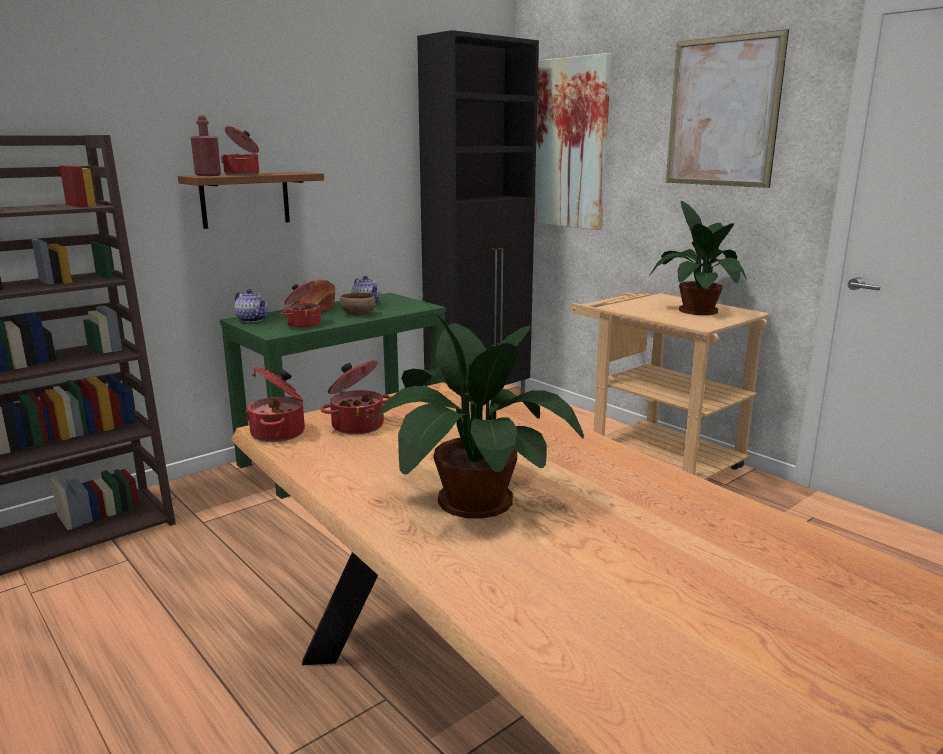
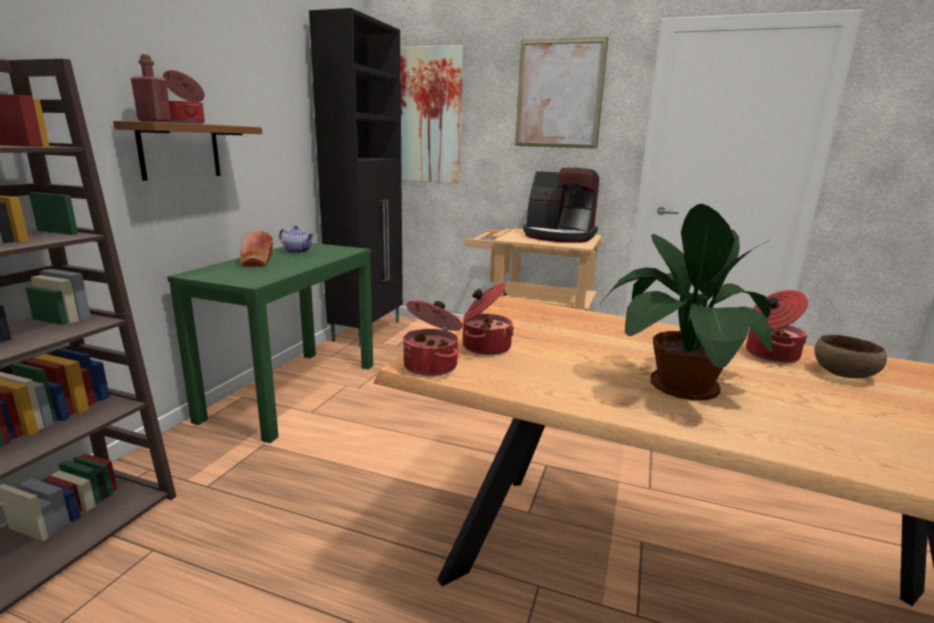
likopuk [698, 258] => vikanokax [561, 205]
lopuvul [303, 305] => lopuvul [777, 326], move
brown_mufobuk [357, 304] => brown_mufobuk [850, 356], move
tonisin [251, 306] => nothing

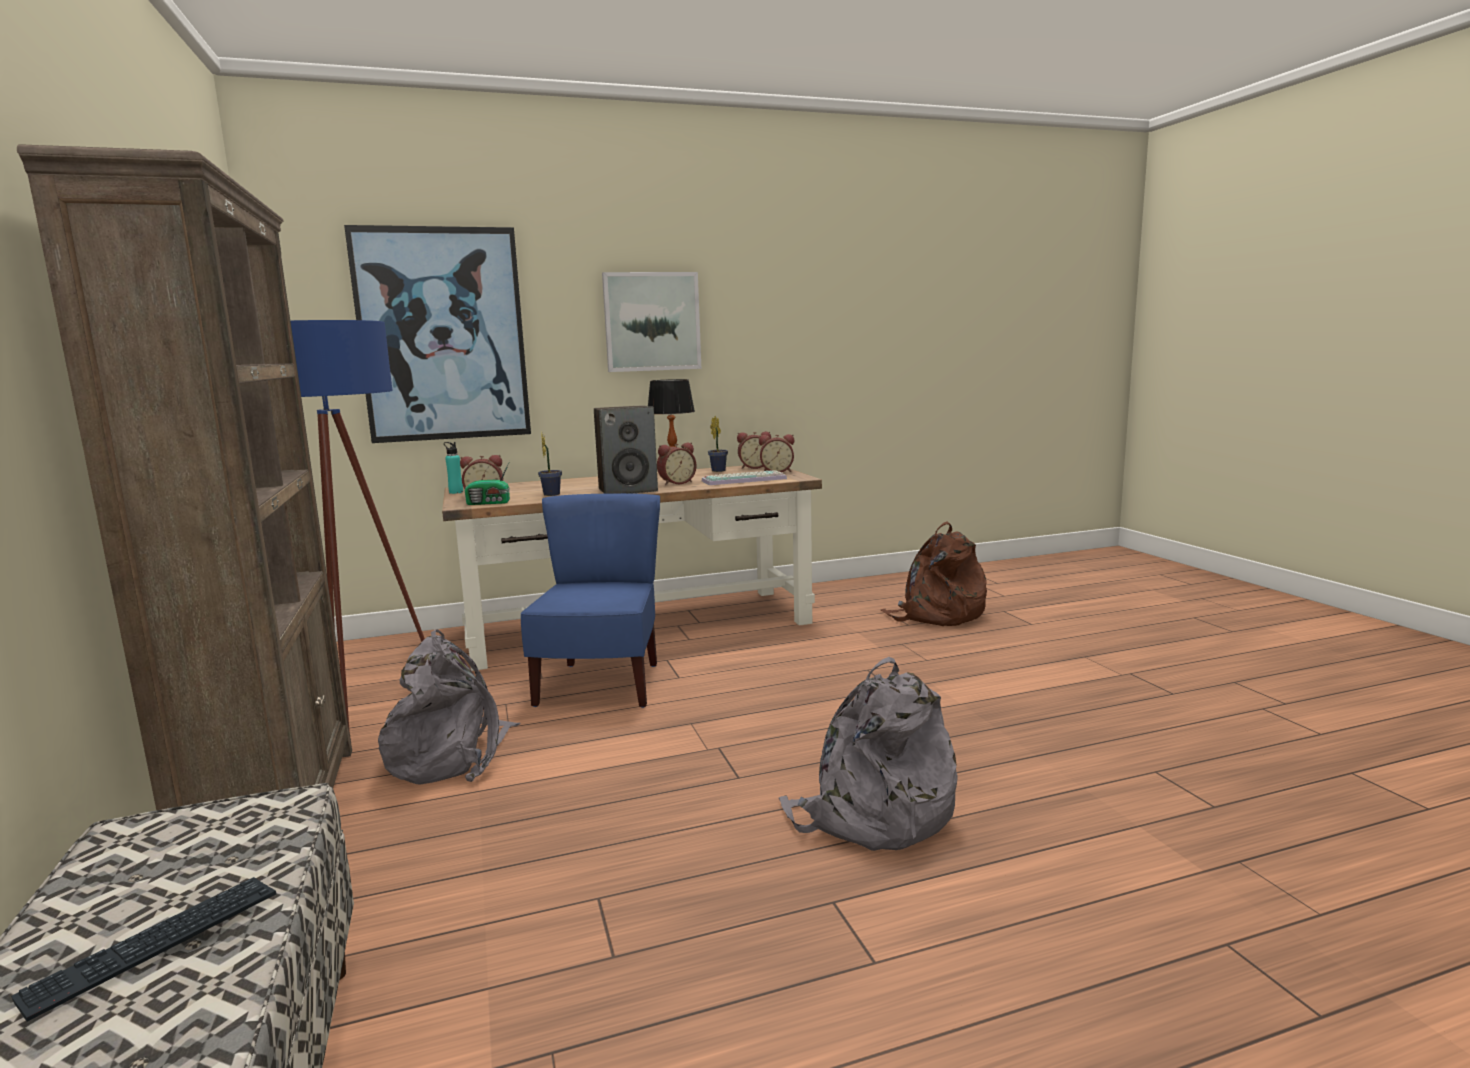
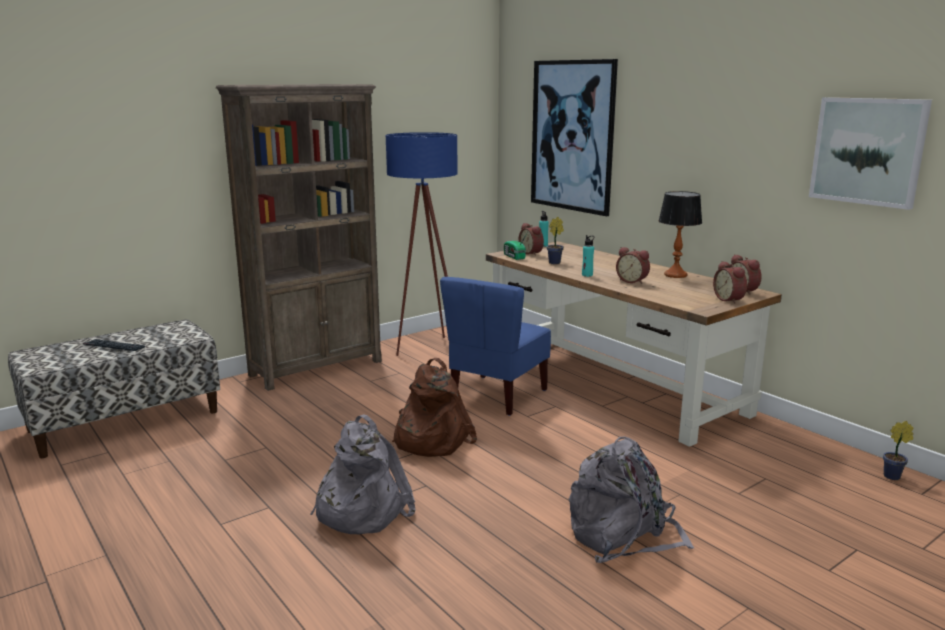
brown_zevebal [934, 574] => brown_zevebal [434, 407], move
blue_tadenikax [590, 600] => blue_tadenikax [495, 346], 135 degrees clockwise
grey_zevebal [449, 707] => grey_zevebal [631, 499], move
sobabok [626, 449] => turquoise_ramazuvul [588, 256]
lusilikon [651, 322] => lusilikon [870, 153], move
likopuk [718, 444] => likopuk [898, 450], move
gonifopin [744, 477] => nothing

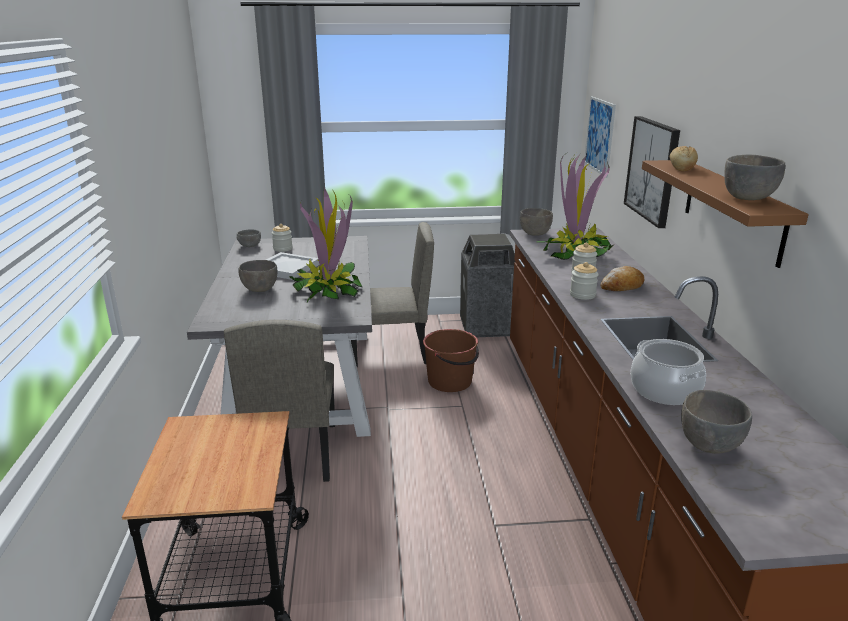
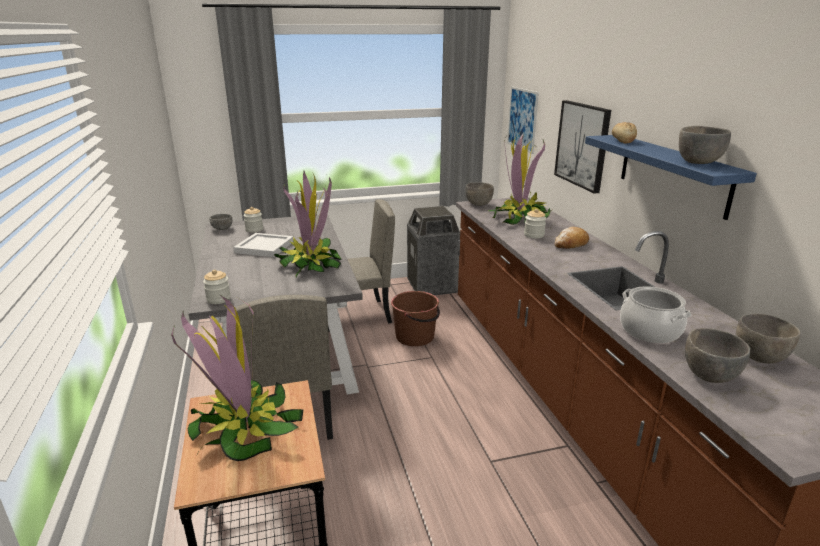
nothing => likopuk [237, 378]
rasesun [584, 281] => rasesun [217, 287], move
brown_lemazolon [725, 214] => blue_lemazolon [671, 177]
grey_mufobuk [257, 276] => grey_mufobuk [768, 338], move

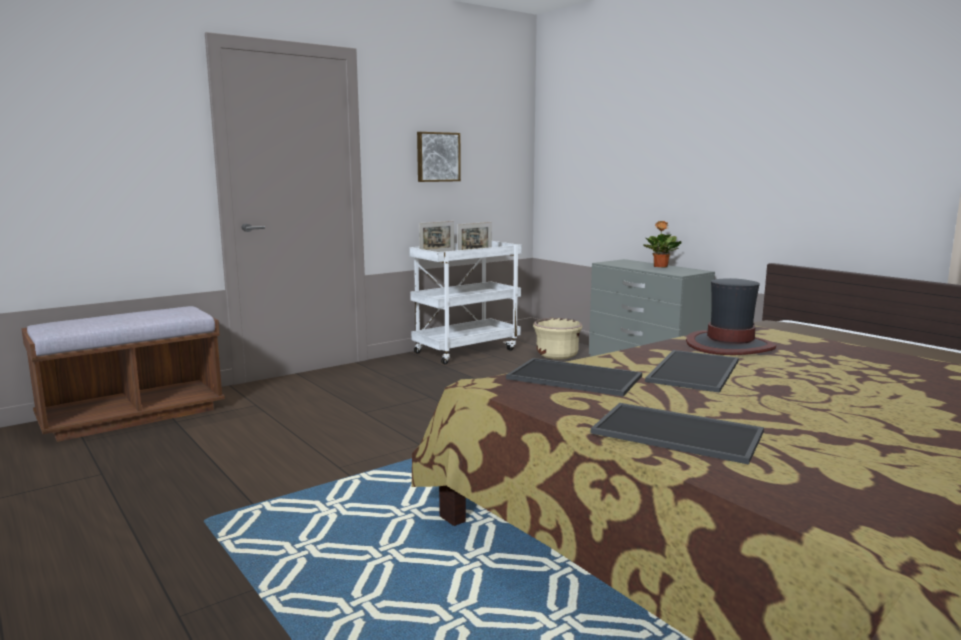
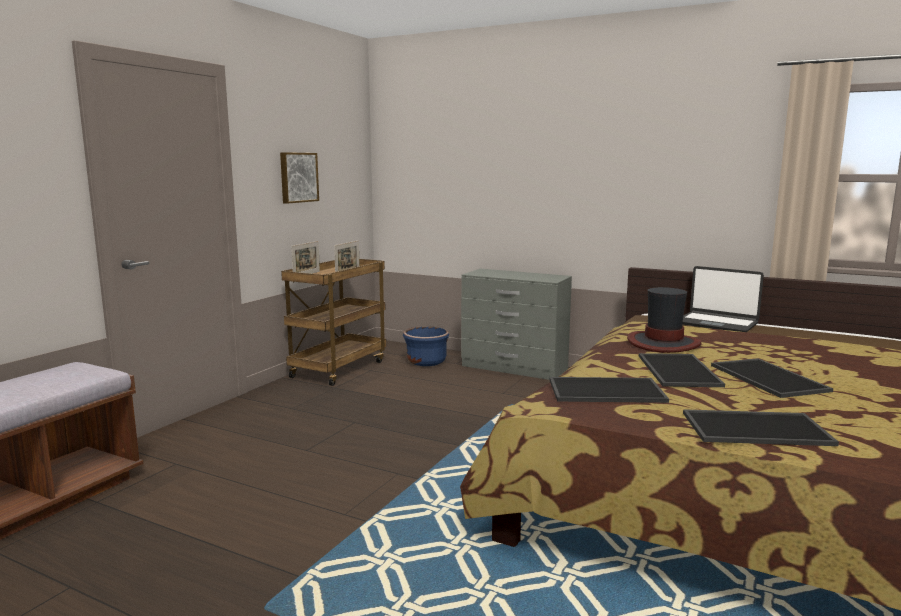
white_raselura [465, 302] => brown_raselura [333, 322]
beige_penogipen [557, 339] => blue_penogipen [426, 346]
nothing => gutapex [723, 299]
nothing => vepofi [772, 378]
likopuk [662, 244] => nothing

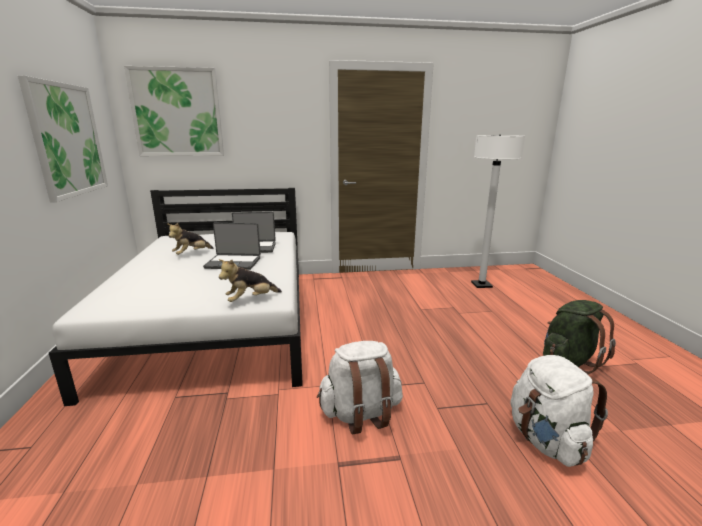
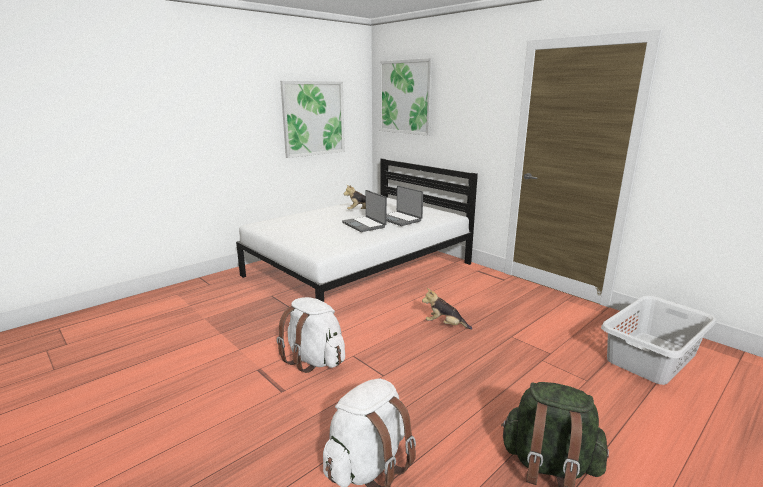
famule [250, 280] => famule [447, 309], move
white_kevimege [498, 211] => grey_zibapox [658, 340]

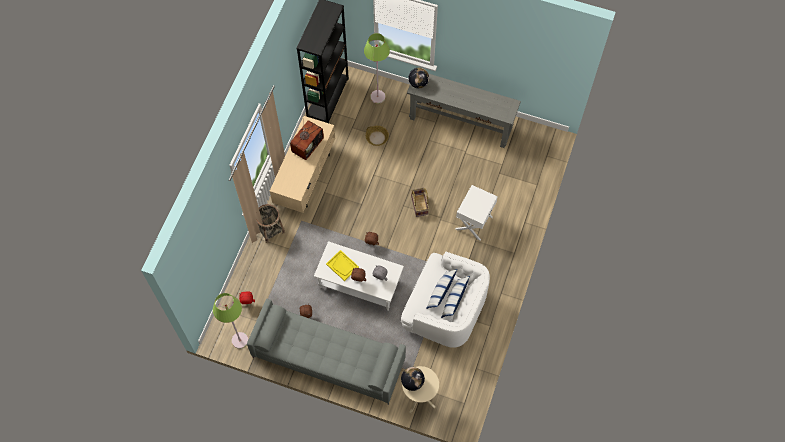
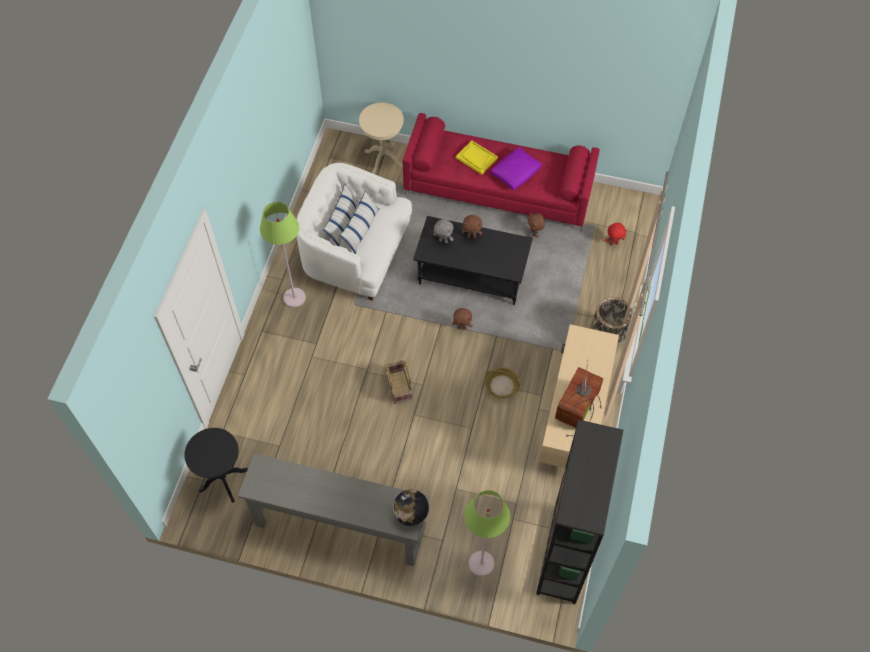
nothing => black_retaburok [216, 465]
green_kevimege [230, 321] => green_kevimege [283, 255], move
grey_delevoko [326, 352] => red_delevoko [501, 172]
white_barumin [359, 276] => black_barumin [473, 260]
yellow_vepofi [342, 265] => yellow_vepofi [477, 158], move
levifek [377, 136] => levifek [502, 383], move
nothing => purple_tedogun [516, 168]
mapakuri [413, 379] => nothing
white_retaburok [477, 213] => nothing

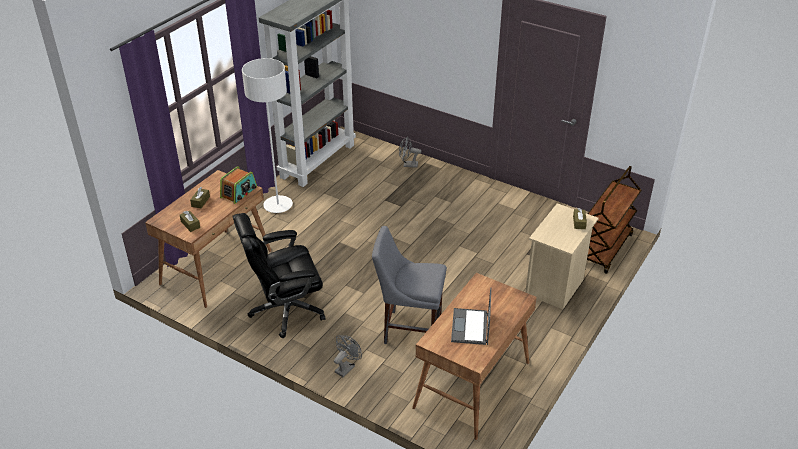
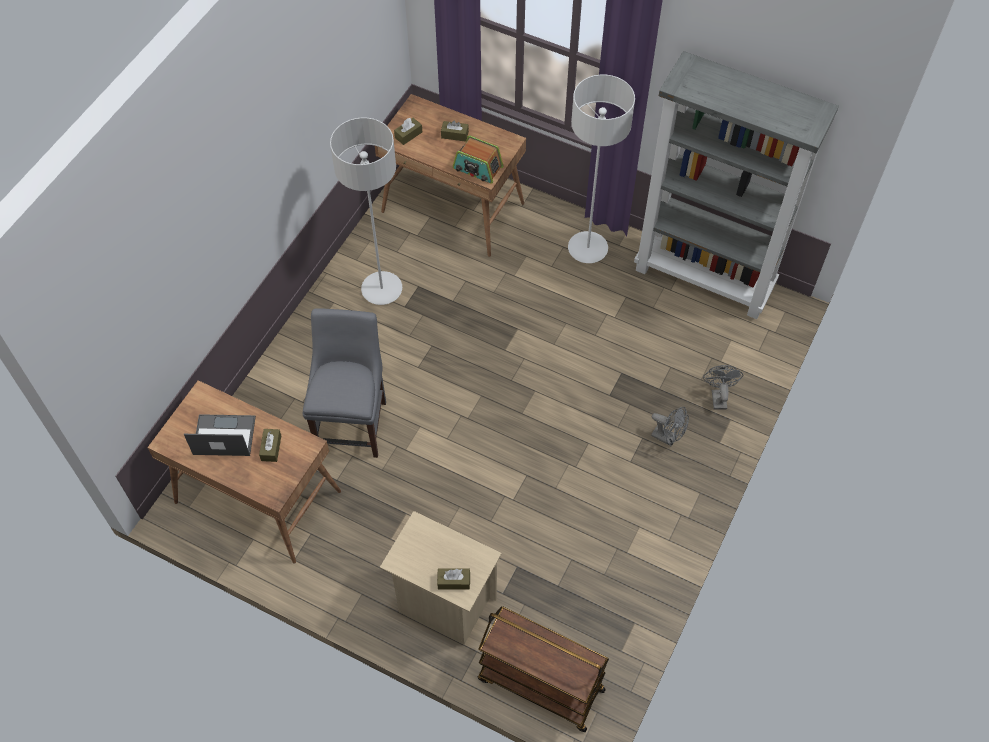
nothing => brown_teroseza [270, 445]
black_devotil [279, 275] => grey_kevimege [366, 211]
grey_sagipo [348, 356] => grey_sagipo [670, 426], move

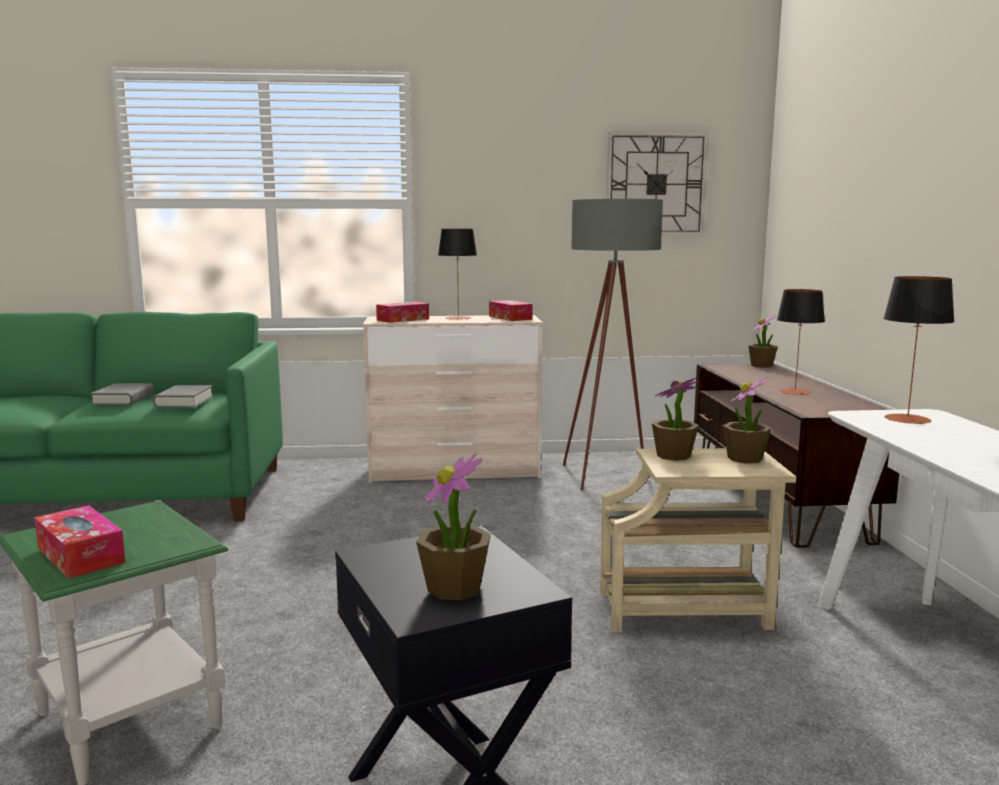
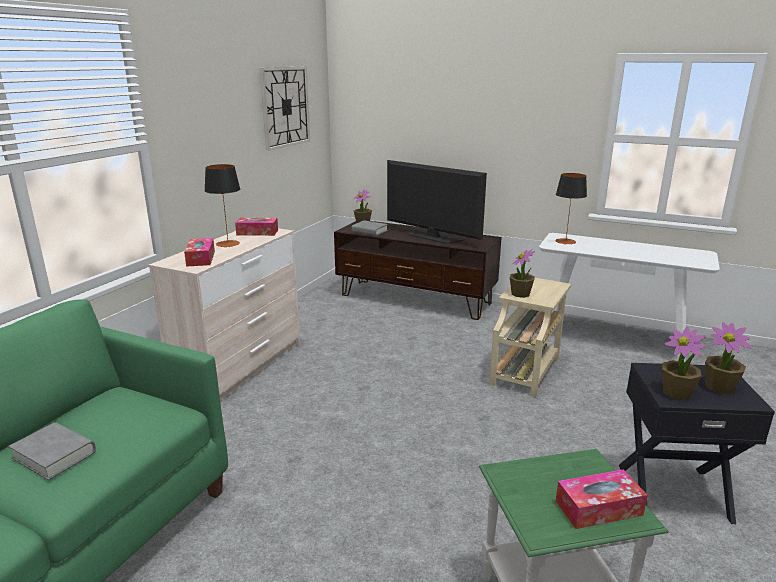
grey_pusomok [183, 396] => grey_pusomok [370, 228], move
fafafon [801, 342] => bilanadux [437, 202]
likopuk [747, 420] => likopuk [684, 363], move
grey_kevimege [613, 345] => nothing

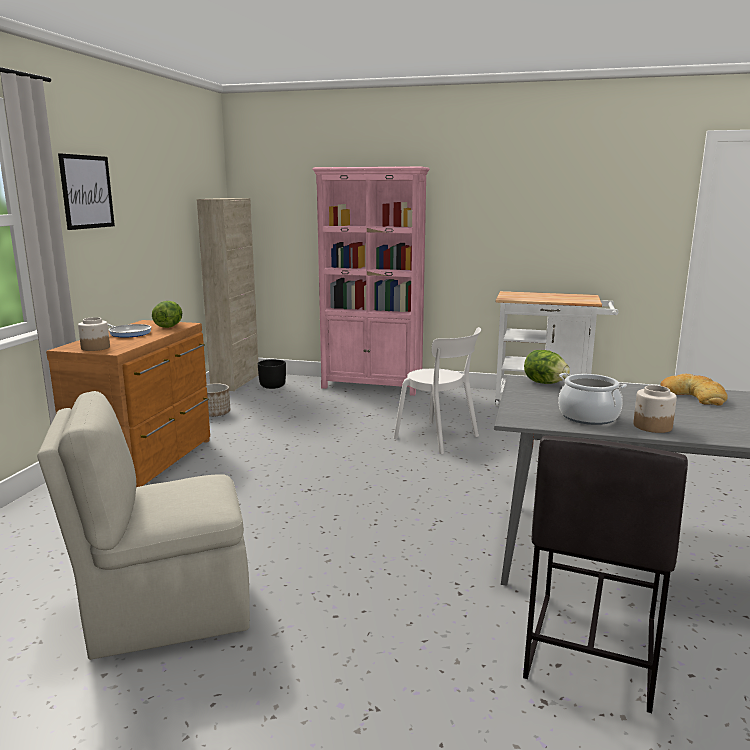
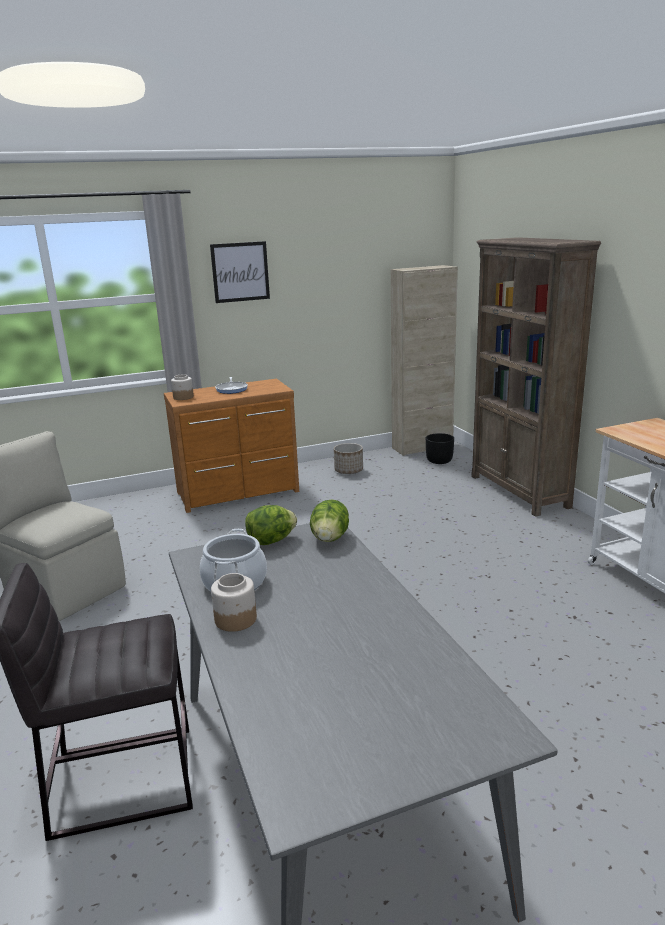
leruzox [167, 314] => leruzox [271, 525], move
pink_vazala [371, 281] => brown_vazala [536, 377]
white_tadenikax [437, 390] => nothing
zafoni [694, 390] => nothing

